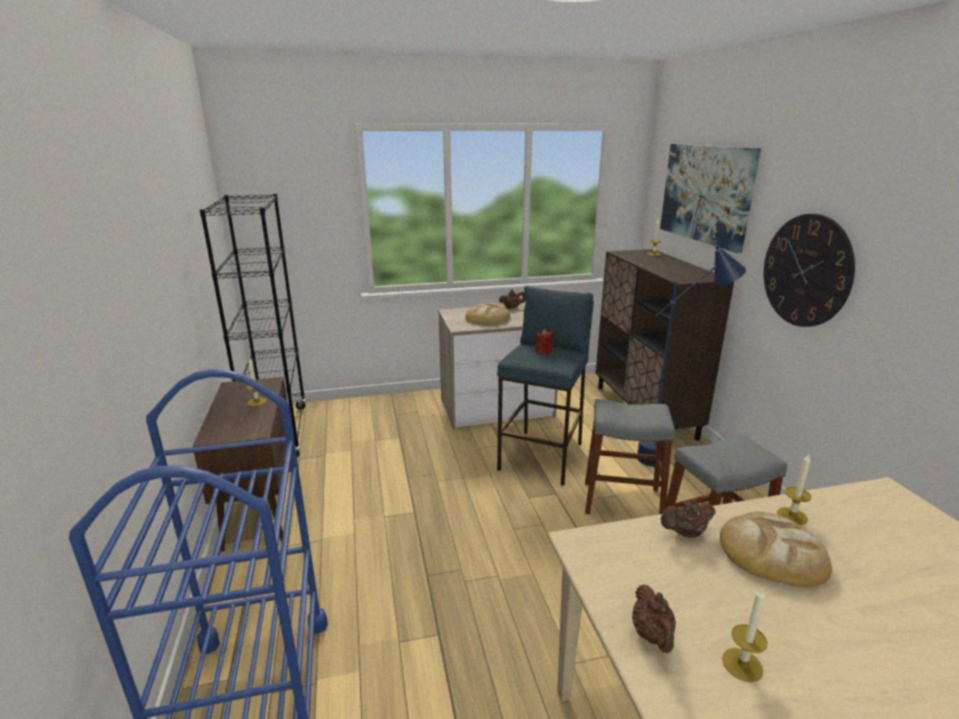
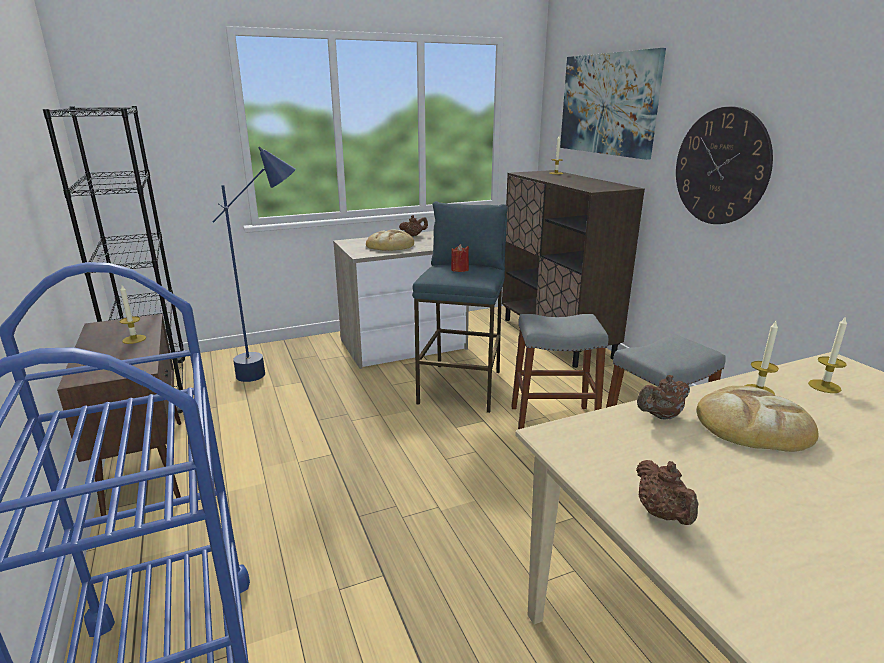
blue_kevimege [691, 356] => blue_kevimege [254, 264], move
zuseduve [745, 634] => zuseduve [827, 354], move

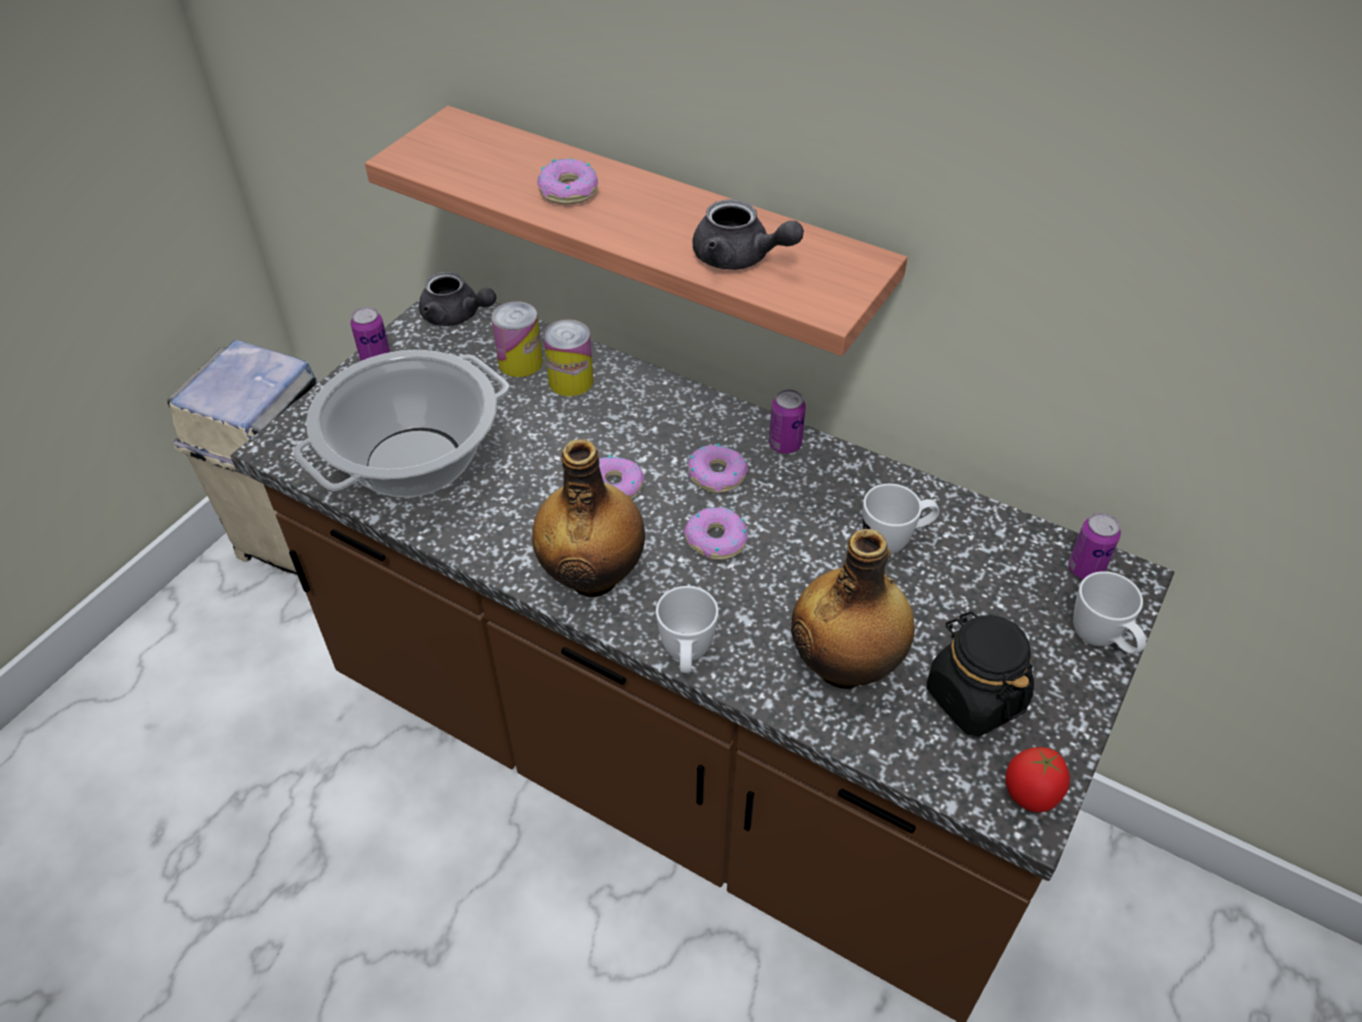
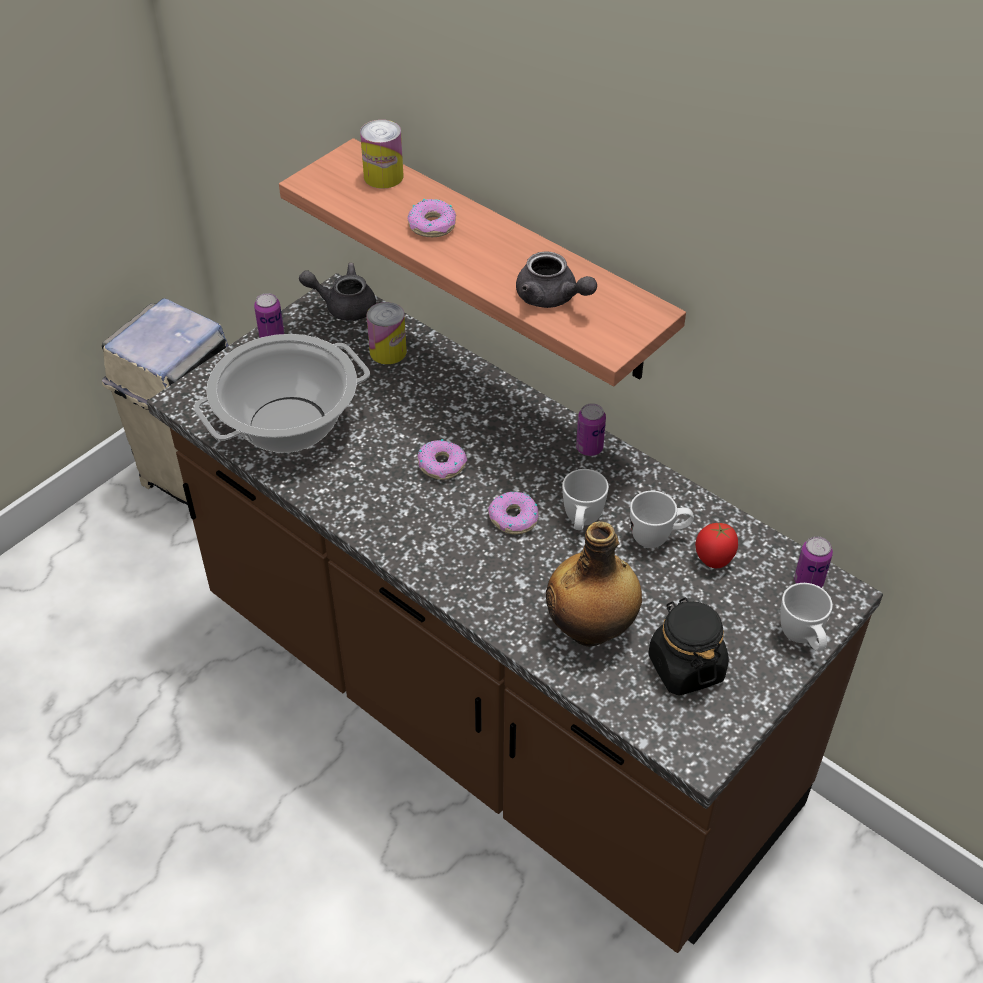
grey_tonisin [457, 299] => grey_tonisin [337, 292], 150 degrees clockwise
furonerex [568, 357] => furonerex [382, 154], move
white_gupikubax [687, 629] => white_gupikubax [585, 499], move
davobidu [1037, 779] => davobidu [716, 545], move
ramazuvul [588, 518] => nothing
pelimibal [718, 468] => nothing

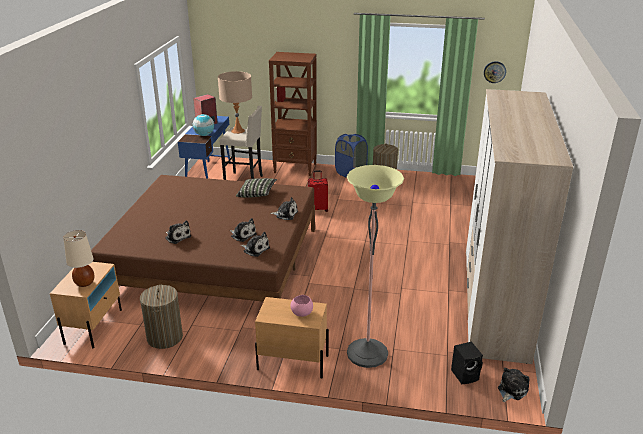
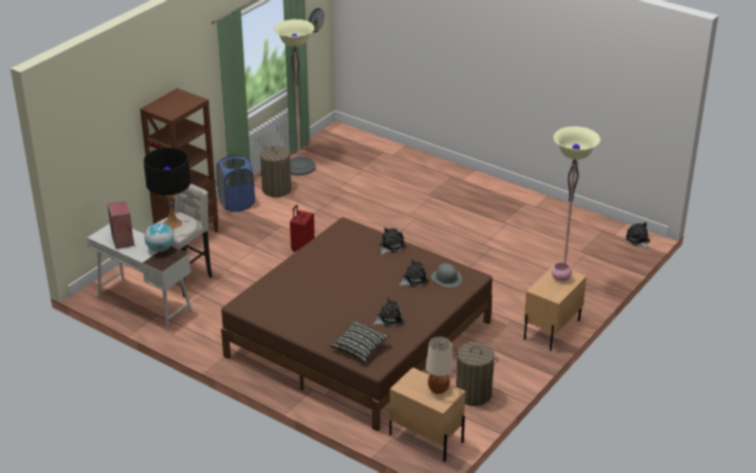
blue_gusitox [204, 147] => white_gusitox [139, 276]
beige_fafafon [235, 102] => black_fafafon [167, 188]
nothing => kevimege [295, 97]
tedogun [256, 188] => tedogun [360, 341], move
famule [255, 244] => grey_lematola [446, 275]
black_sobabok [467, 363] => nothing
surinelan [519, 226] => nothing

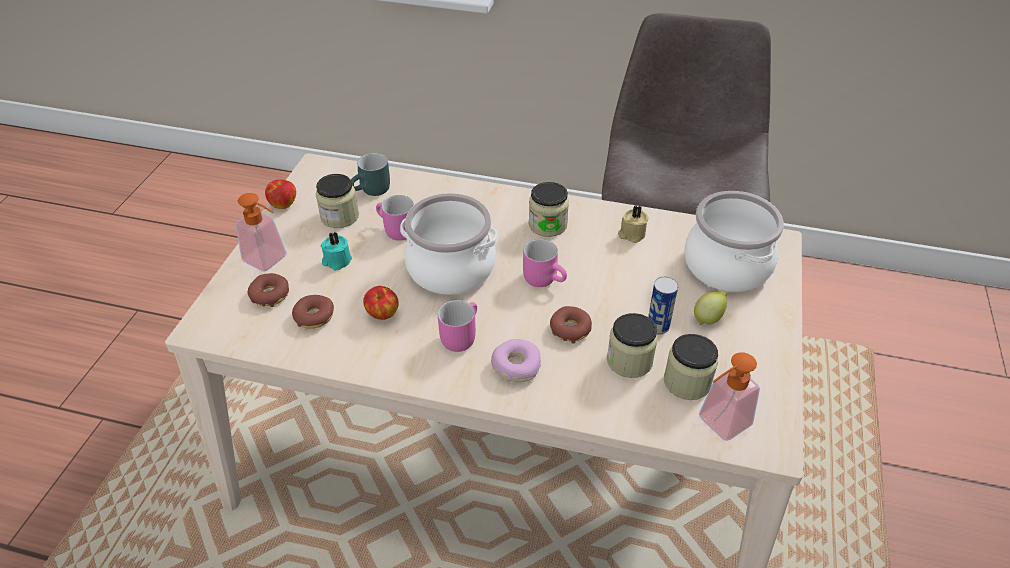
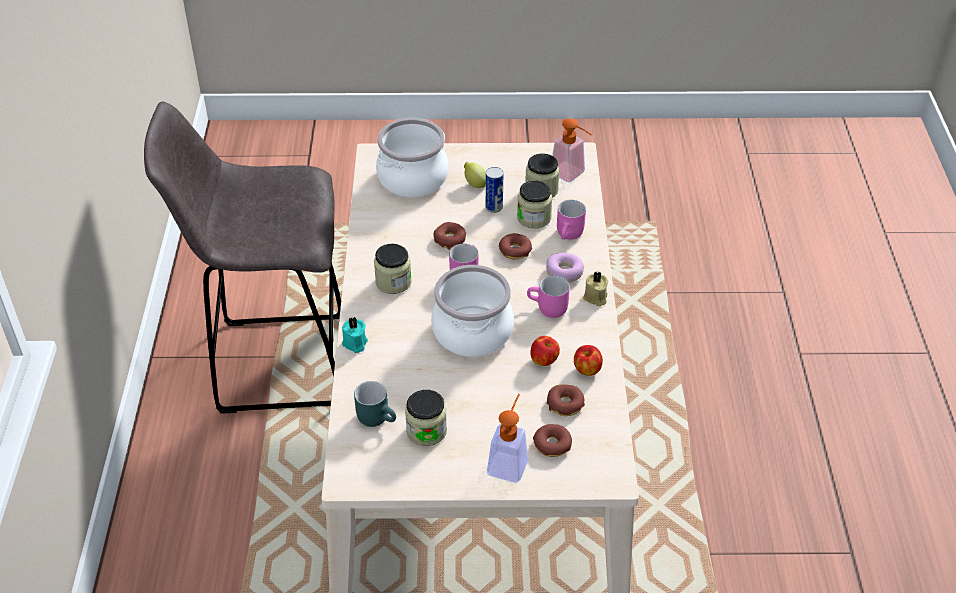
turquoise_zuseduve [336, 250] => turquoise_zuseduve [355, 335], move
nothing => pelimibal [449, 236]
pink_gupikubax [395, 218] => pink_gupikubax [571, 220], move
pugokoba [280, 194] => pugokoba [588, 360], move
beige_zuseduve [633, 224] => beige_zuseduve [595, 288], move

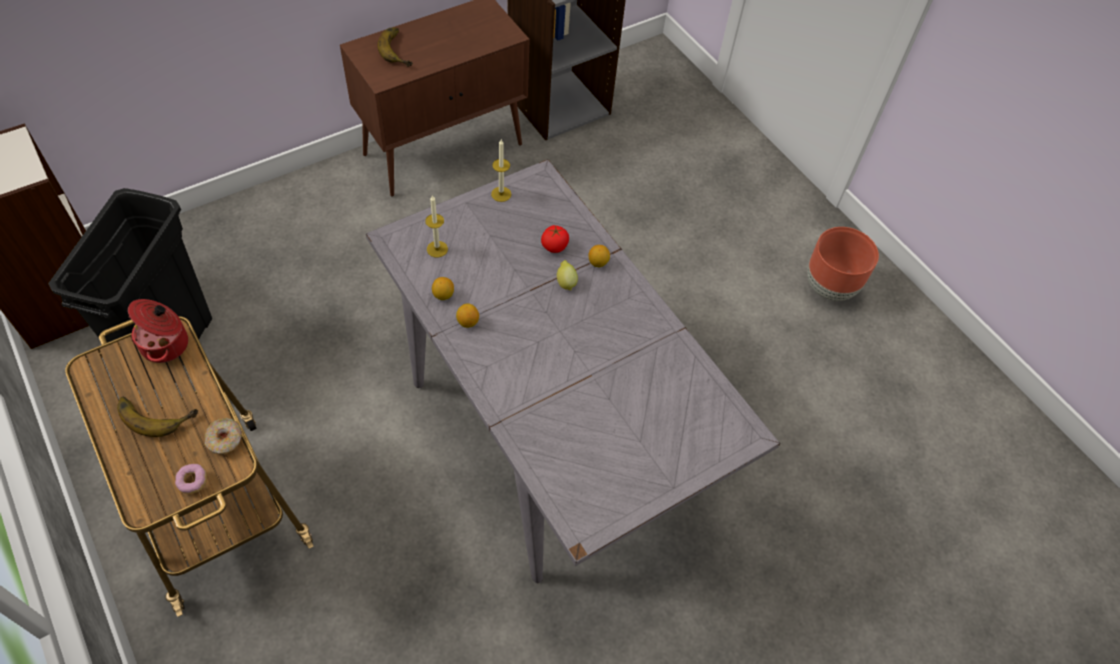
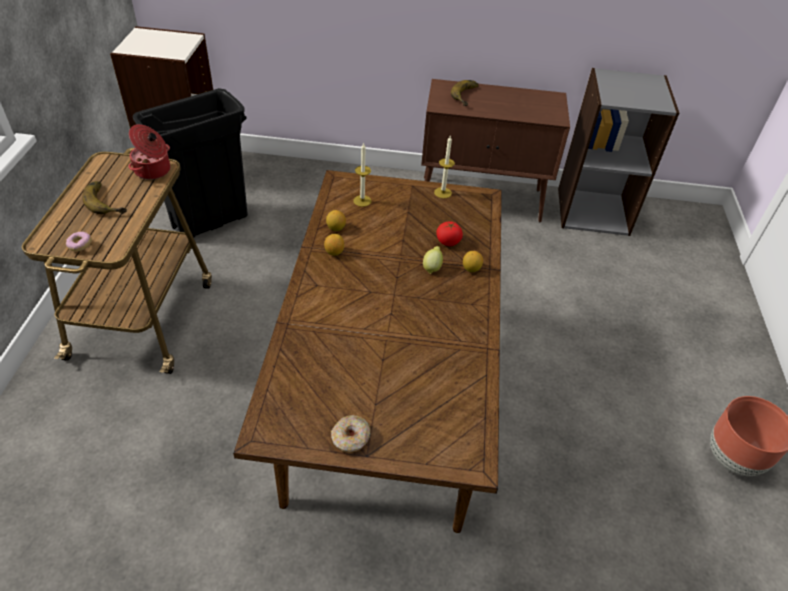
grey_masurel [573, 371] => brown_masurel [367, 351]
pelimibal [223, 436] => pelimibal [351, 434], move

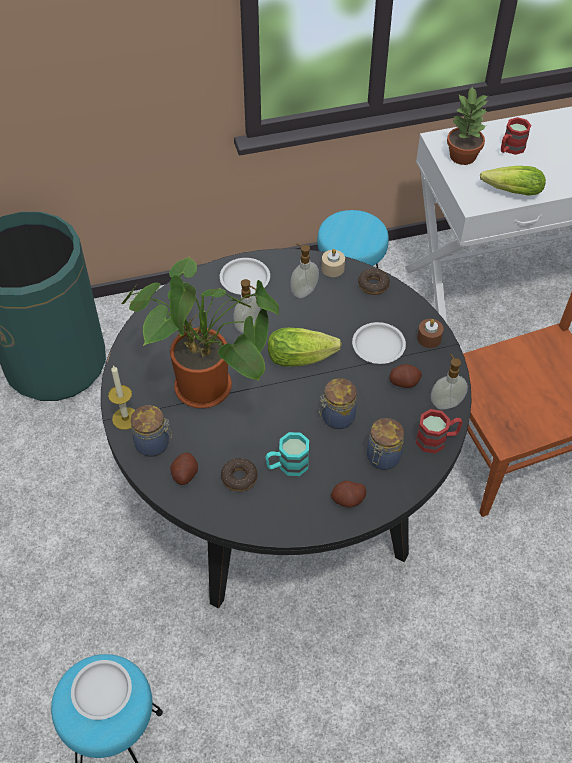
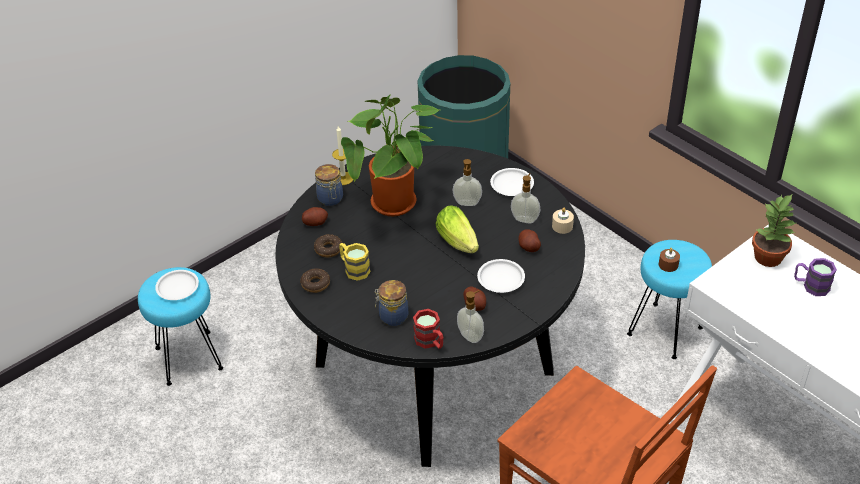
pelimibal [374, 281] => pelimibal [315, 280], move
turquoise_gupikubax [287, 454] => yellow_gupikubax [354, 262]
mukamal [348, 494] => mukamal [530, 240], move
brown_zuseduve [430, 333] => brown_zuseduve [669, 260], move
red_gupikubax [516, 136] => purple_gupikubax [815, 277]
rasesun [338, 403] => nothing
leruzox [513, 181] => nothing

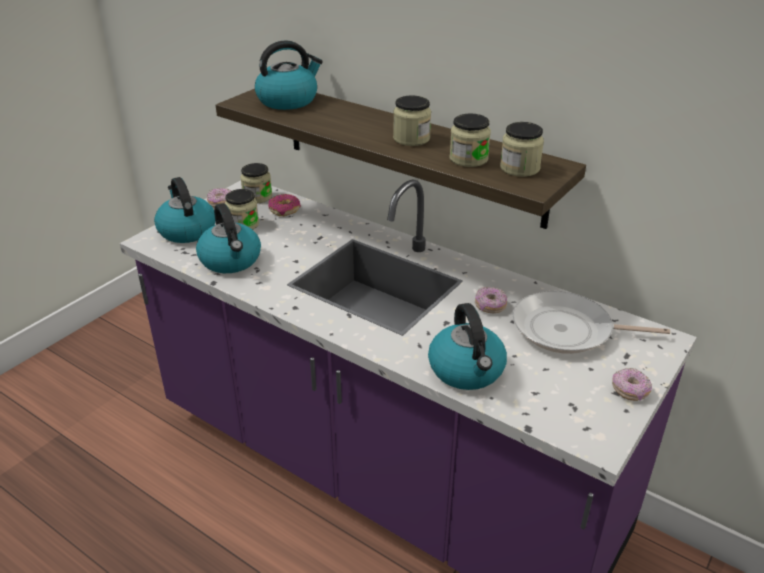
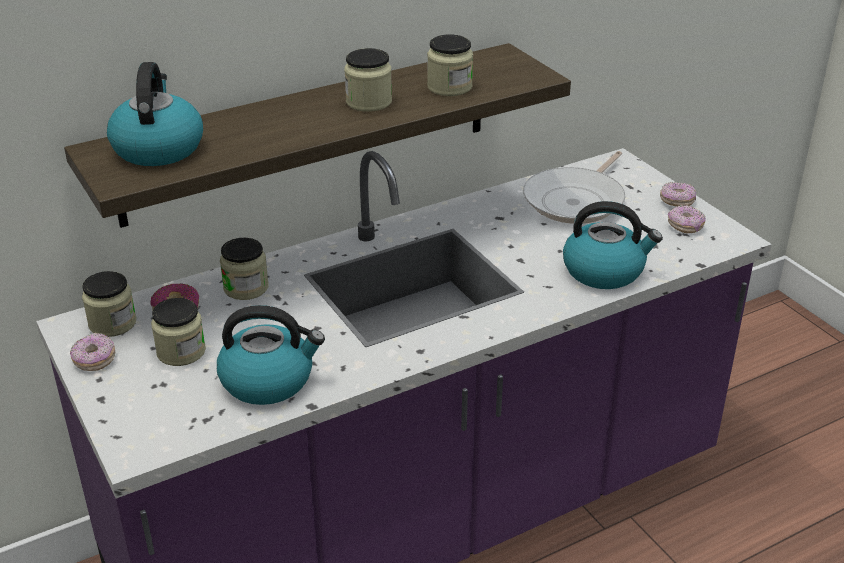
rasesun [522, 149] => rasesun [244, 269], move
pelimibal [491, 300] => pelimibal [687, 219], move
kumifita [184, 210] => nothing

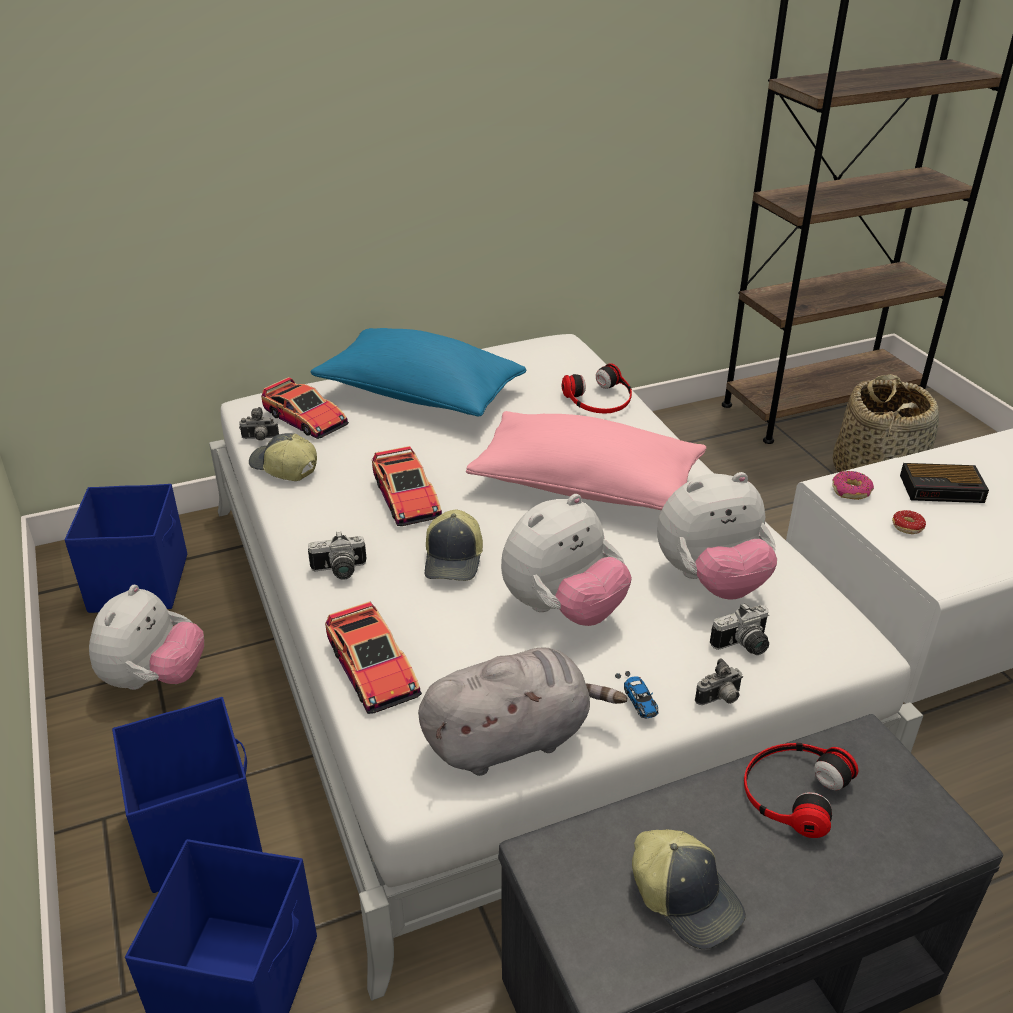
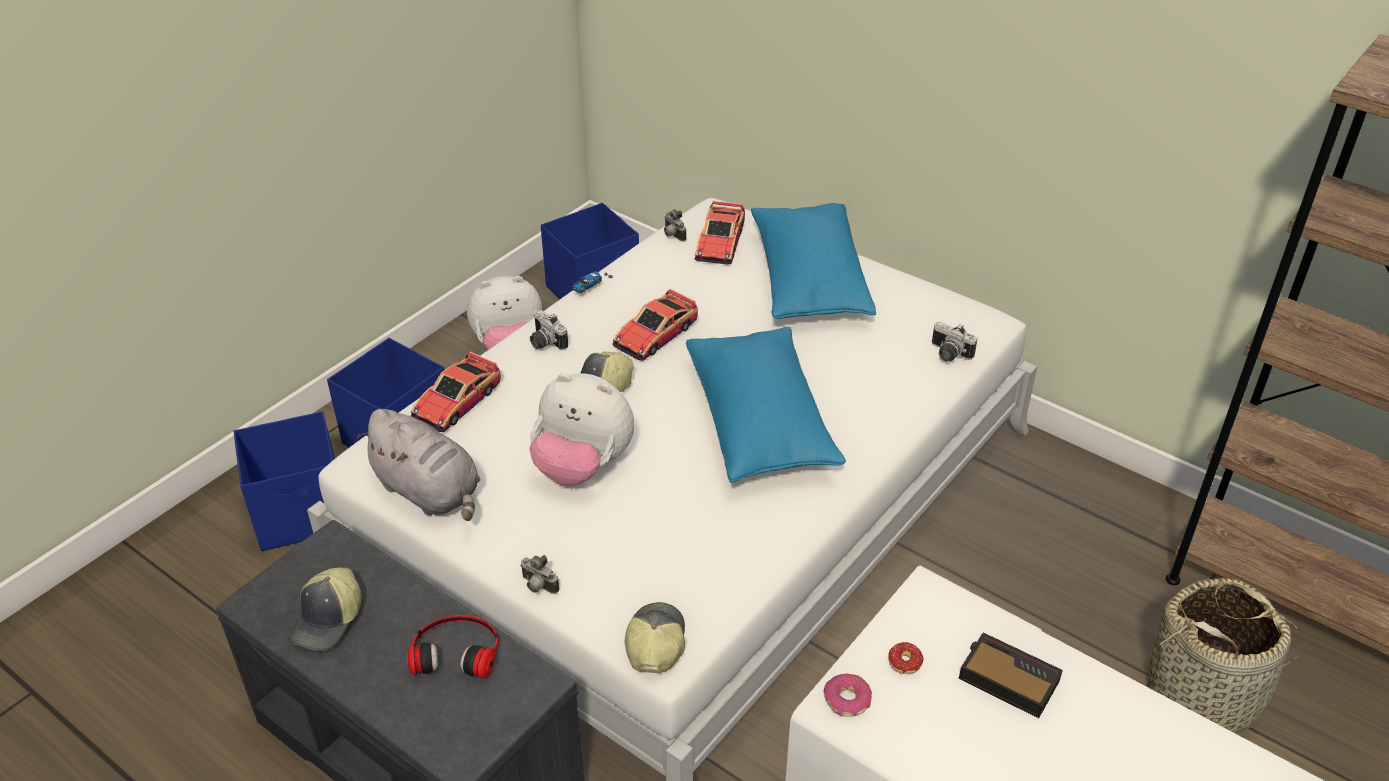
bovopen [636, 695] => bovopen [593, 282], move
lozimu [283, 457] => lozimu [654, 637], move
pink_tedogun [586, 460] => blue_tedogun [766, 404]
pelimibal [853, 485] => pelimibal [848, 695], move
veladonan [739, 629] => veladonan [955, 342], move
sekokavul [944, 483] => sekokavul [1011, 675], 150 degrees clockwise
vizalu [597, 388] => nothing
famule [717, 536] => nothing

